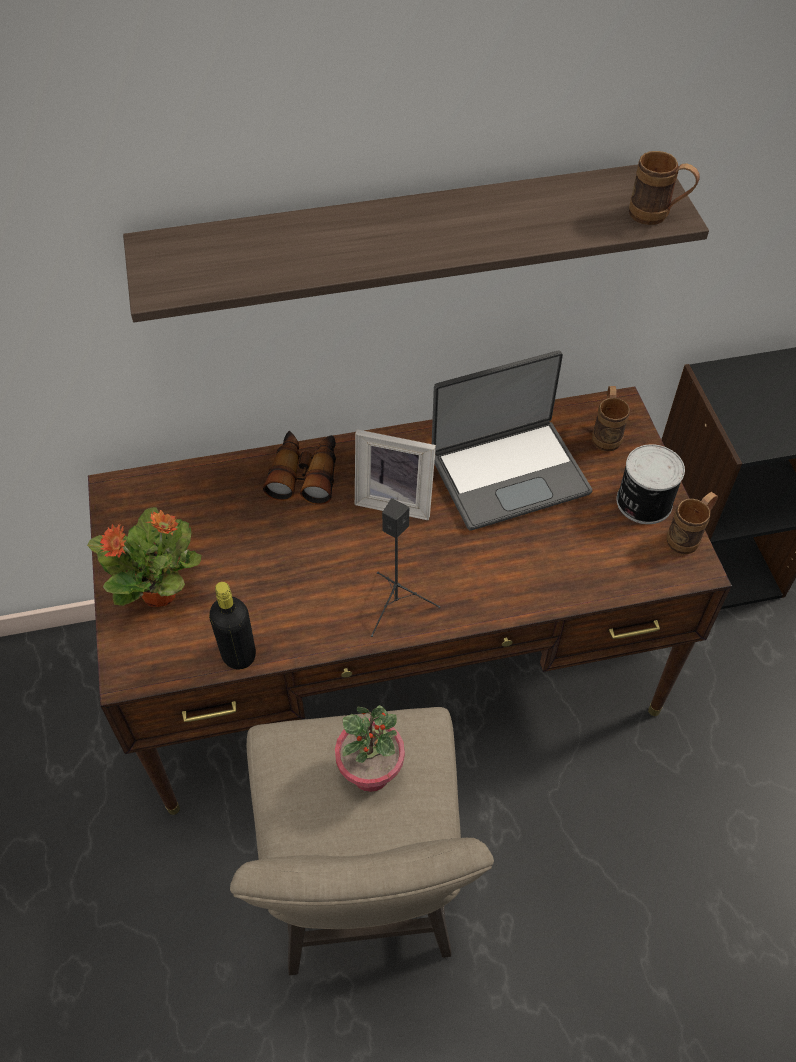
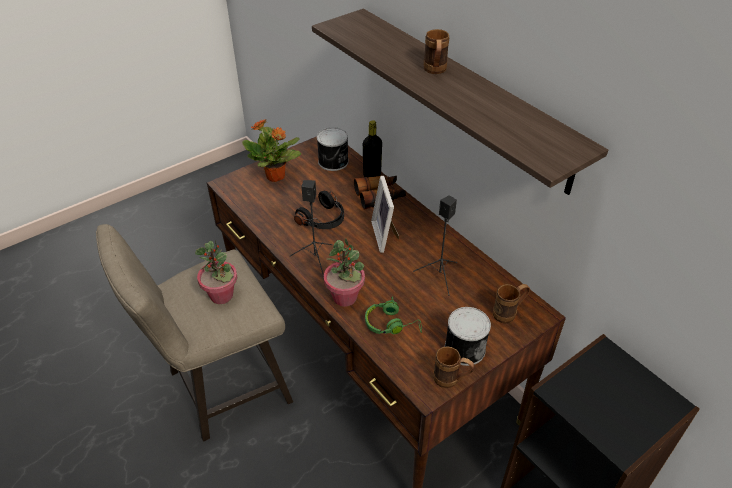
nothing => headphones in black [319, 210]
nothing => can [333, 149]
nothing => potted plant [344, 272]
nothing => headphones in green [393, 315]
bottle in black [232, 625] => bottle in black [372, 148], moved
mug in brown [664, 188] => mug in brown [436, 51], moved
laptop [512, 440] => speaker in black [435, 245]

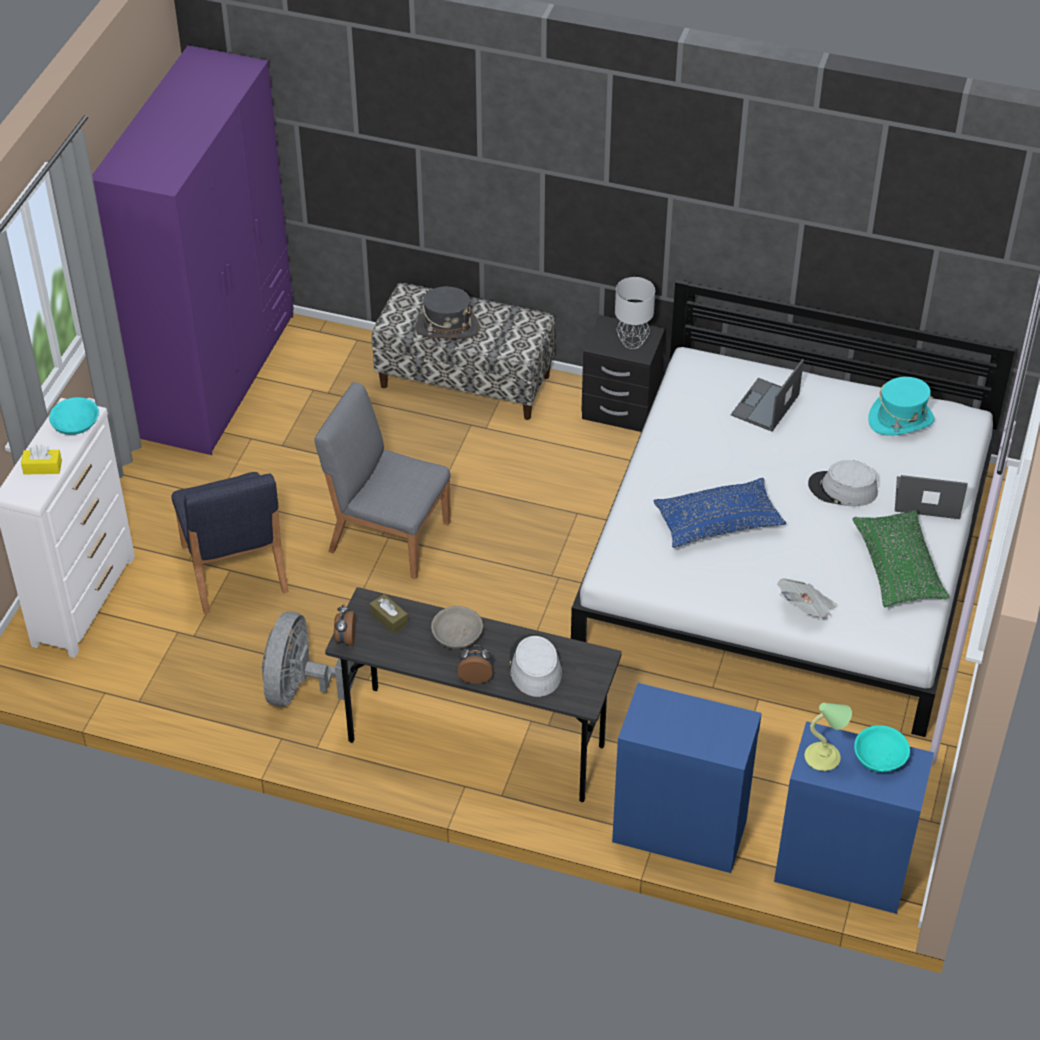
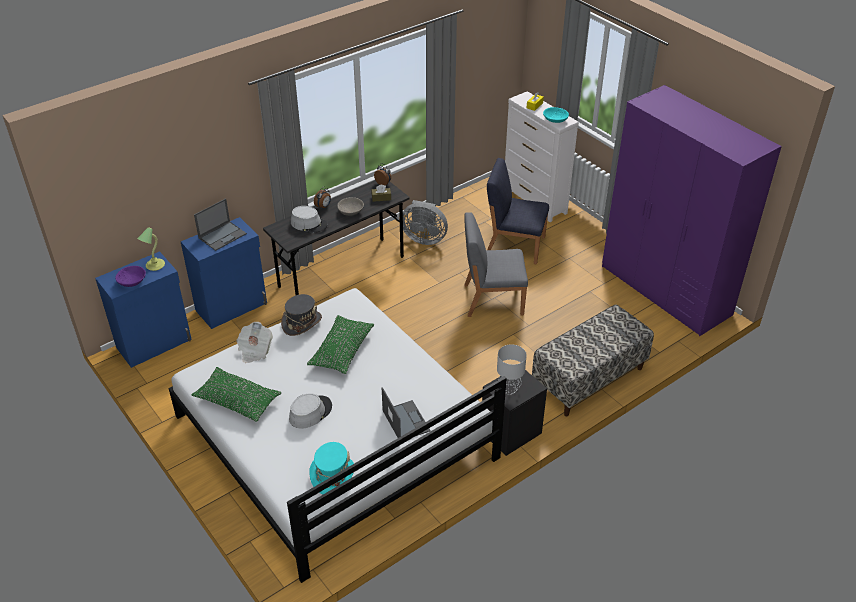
hat in grey [447, 313] => hat in grey [301, 315], moved
laptop [931, 497] => laptop [220, 224], moved
pillow in blue [720, 513] => pillow in green [340, 344]
bowl in turquoise [882, 749] => bowl in purple [130, 276]
fan in grey [310, 659] => fan in grey [425, 222], 150 degrees clockwise
chair in grey [383, 480] => chair in grey [496, 264], 150 degrees counterclockwise

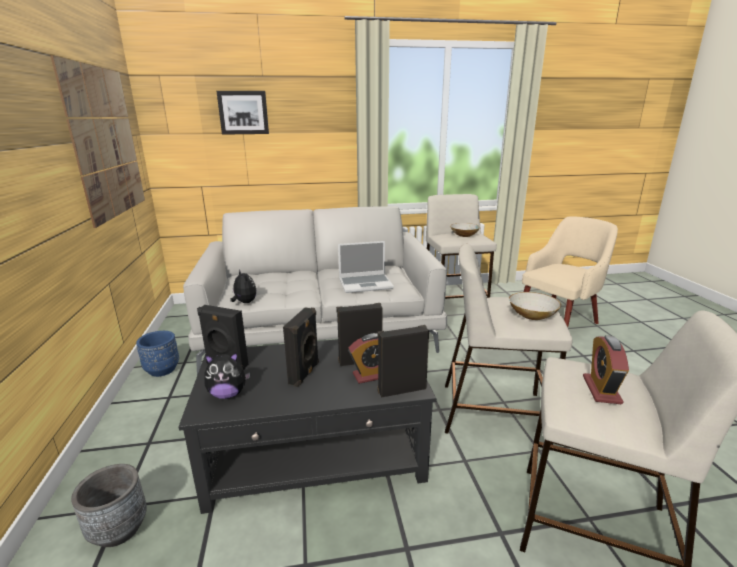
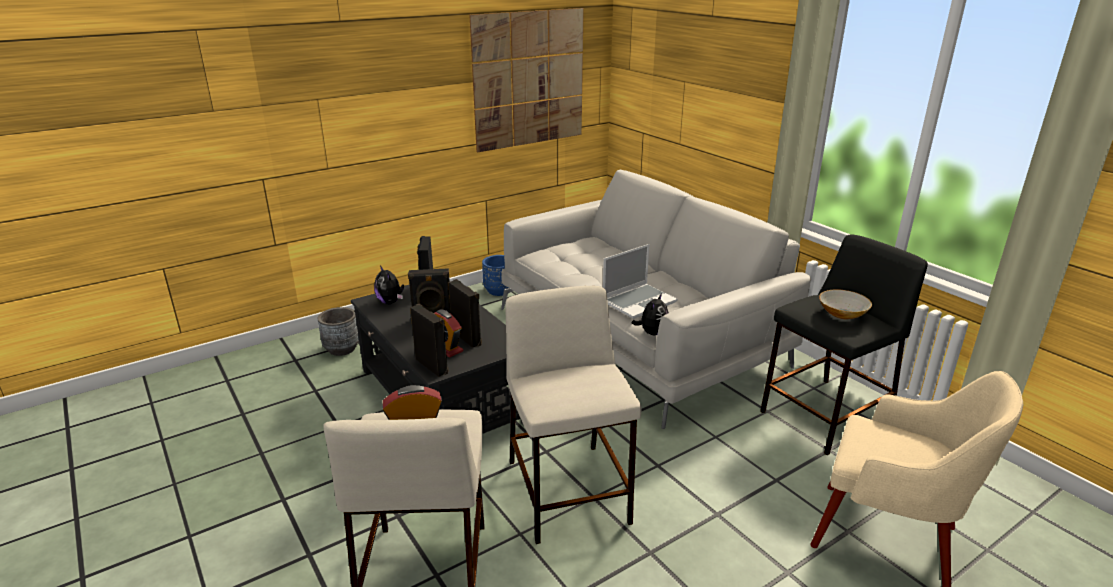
picture [243, 113] => nothing
bowl [535, 306] => nothing
plush toy [243, 286] => plush toy [650, 314], moved
stool in beige [461, 246] => stool in black [844, 345]
laptop [366, 267] => laptop [640, 281], 90 degrees counterclockwise

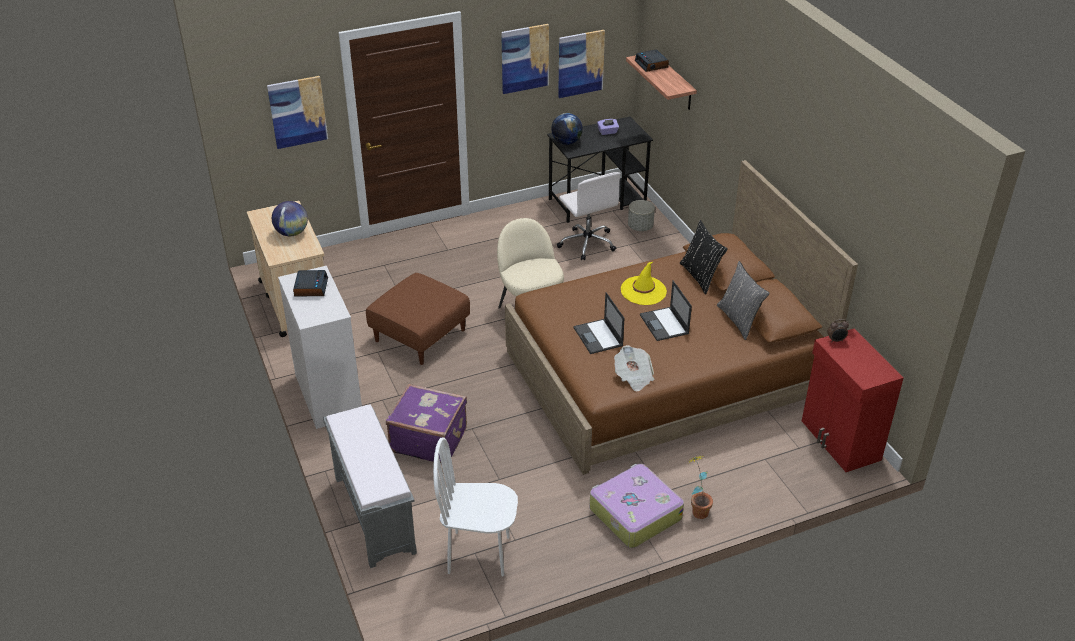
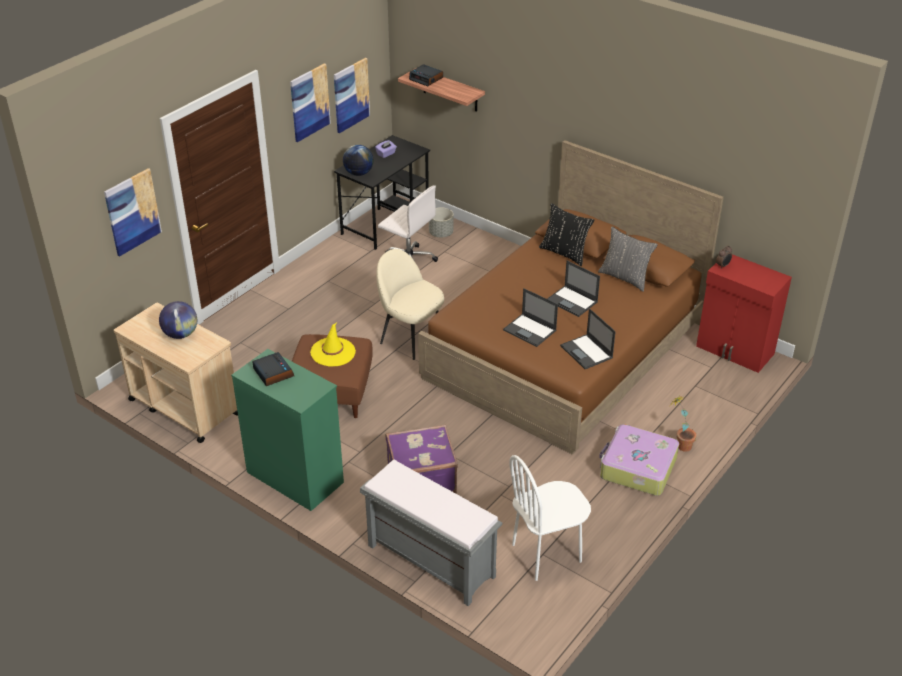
hat in yellow [644, 283] => hat in yellow [333, 344], moved
newspaper [634, 368] => laptop [588, 338]
dresser in white [320, 347] => dresser in green [287, 430]

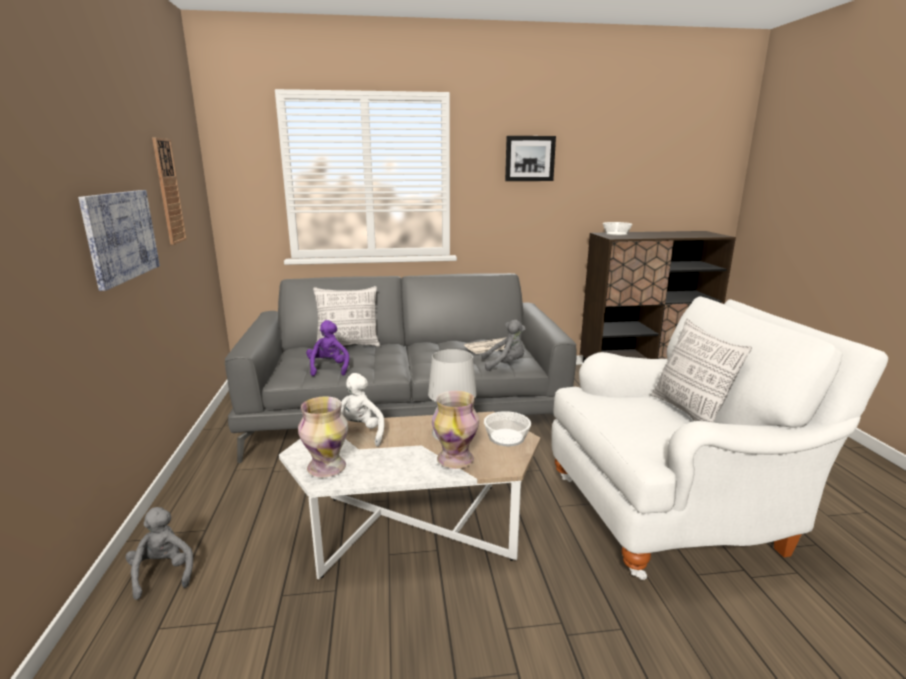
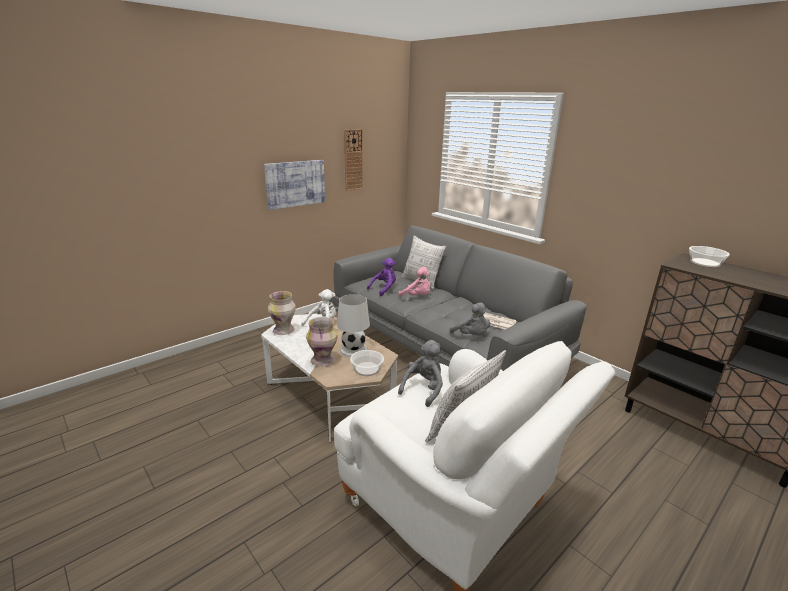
picture [530, 158] => nothing
nothing => plush toy in pink [414, 282]
plush toy in grey [159, 553] => plush toy in grey [420, 373], moved

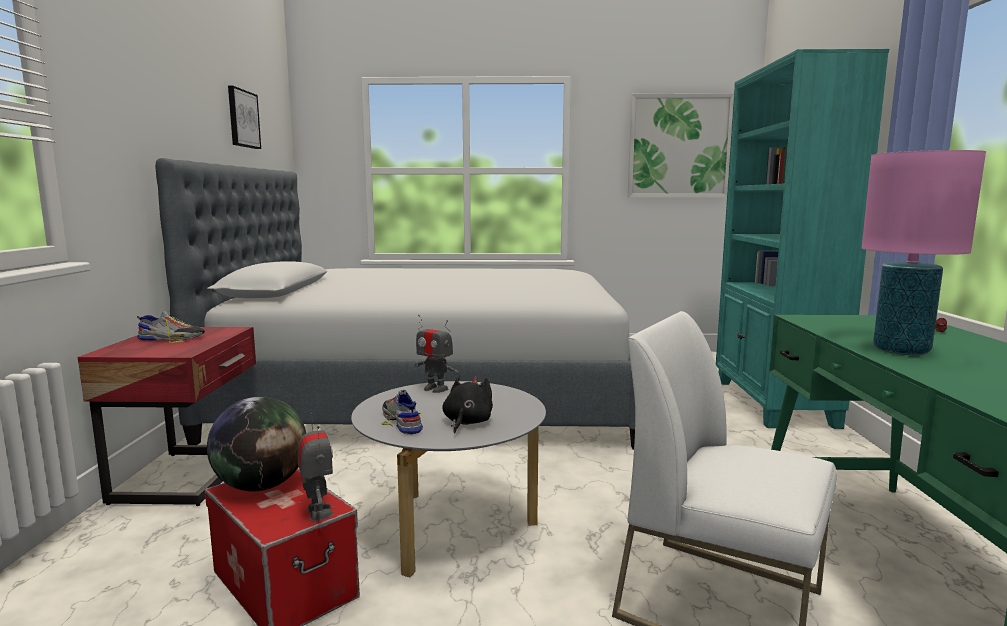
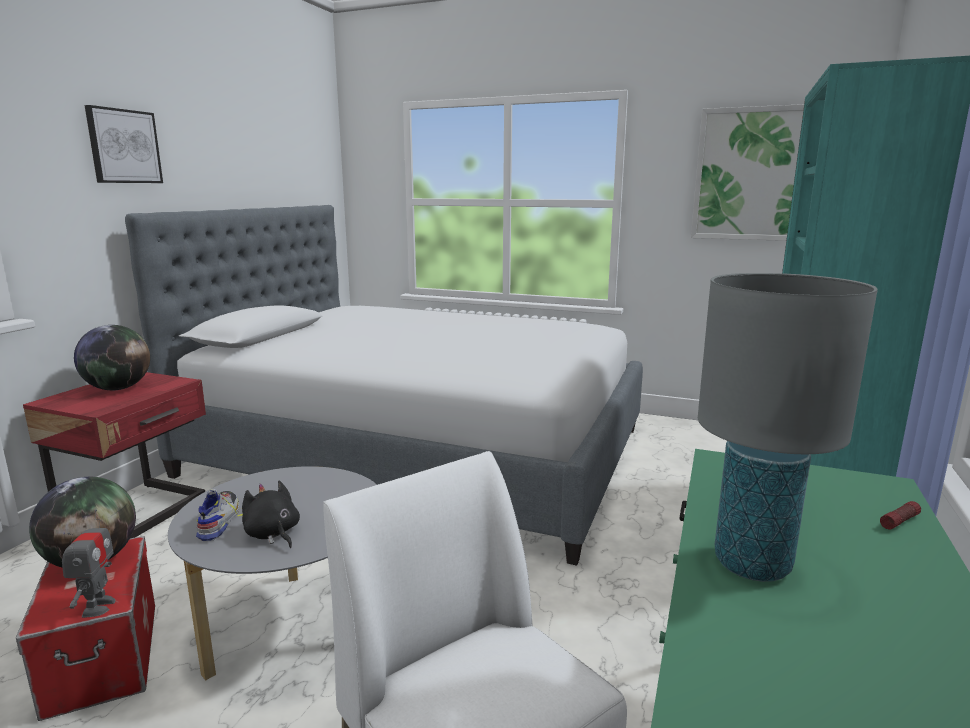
toy robot [436, 354] => nothing
picture [244, 117] => picture [124, 144], moved
shoe [171, 327] => globe [112, 357]
table lamp in pink [924, 252] => table lamp in grey [788, 427]
plush toy in black [467, 404] => plush toy in black [271, 514], 75 degrees counterclockwise

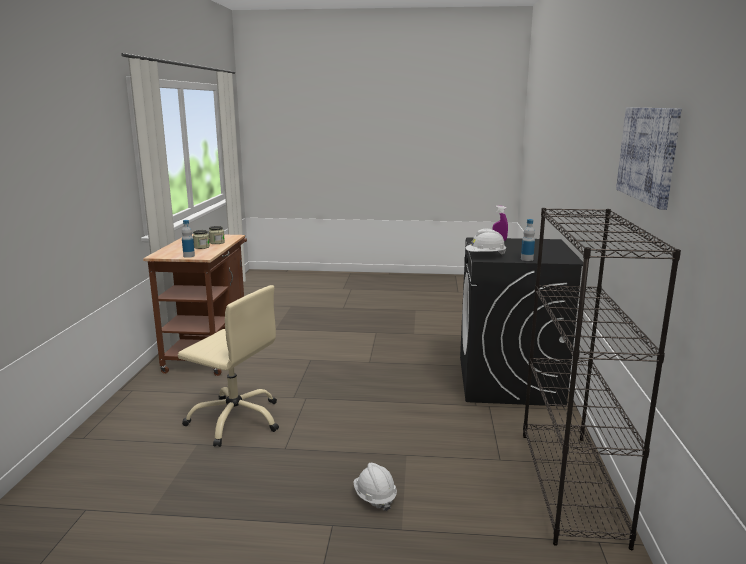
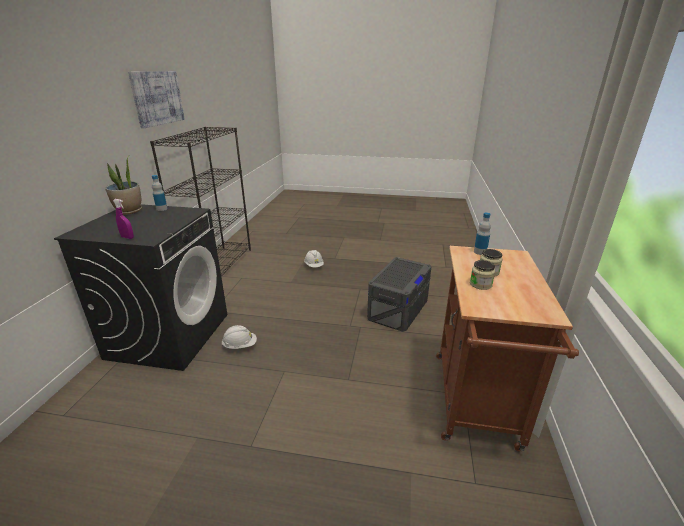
nothing => potted plant [123, 185]
hard hat in white [486, 242] => hard hat in white [239, 337], moved
office chair in beige [228, 366] => storage box in grey [399, 294]

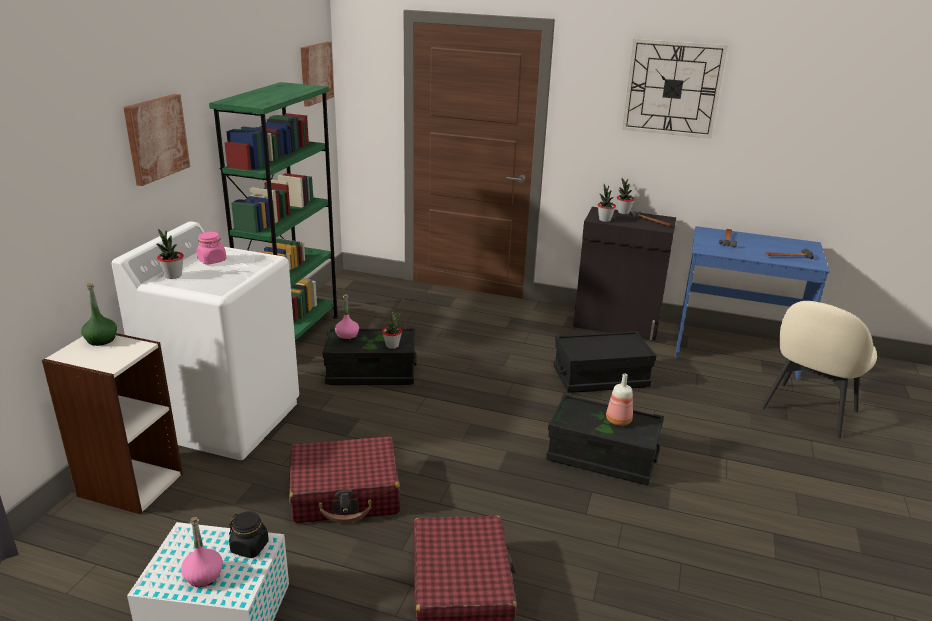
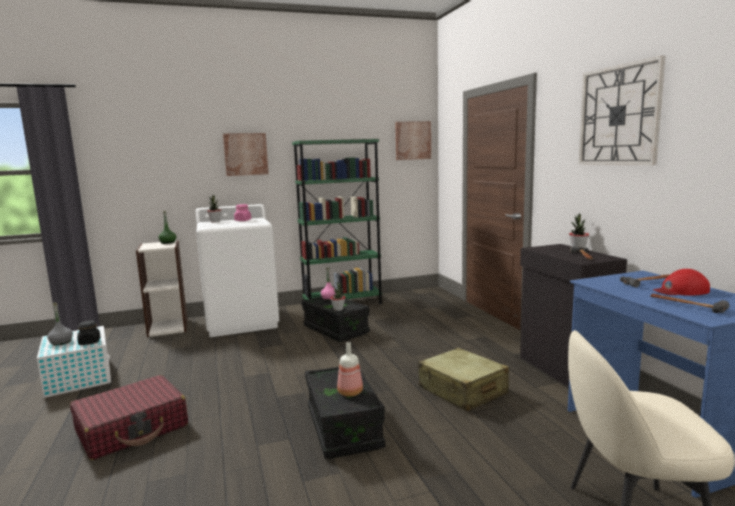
suitcase in red [344, 479] => nothing
potted plant [606, 203] => nothing
nothing => cap in red [681, 282]
storage box in black [605, 362] => suitcase in beige [463, 379]
bottle in pink [202, 552] => bottle in grey [60, 324]

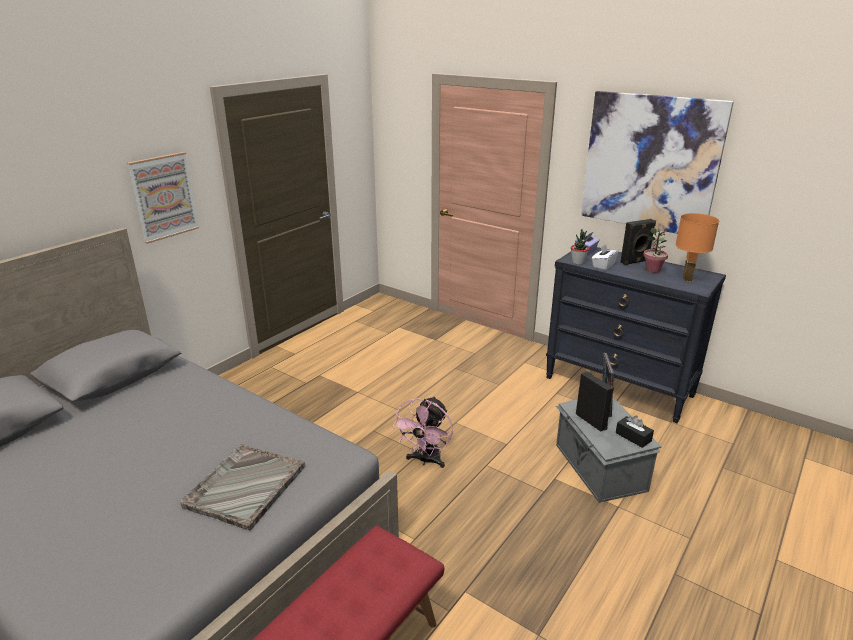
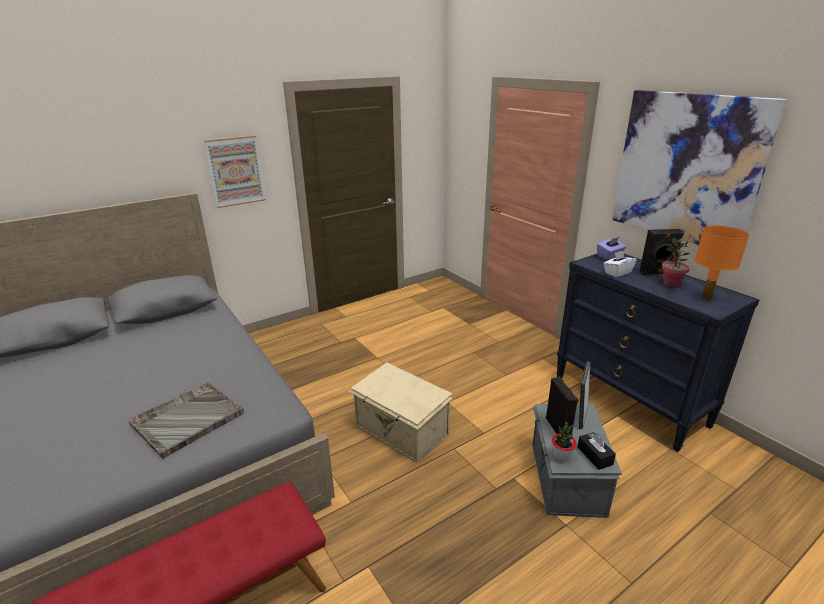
potted plant [580, 246] => potted plant [564, 442], moved
fan in pink [422, 432] => storage box in beige [401, 413]

